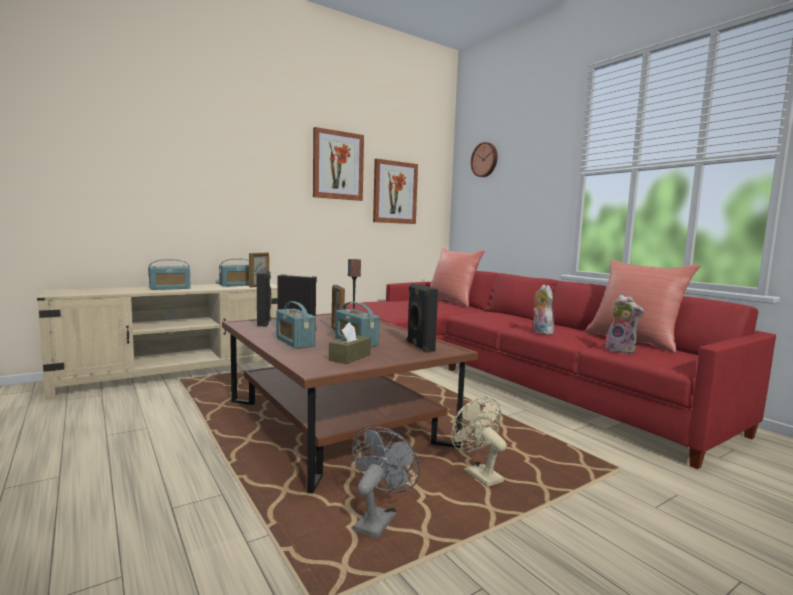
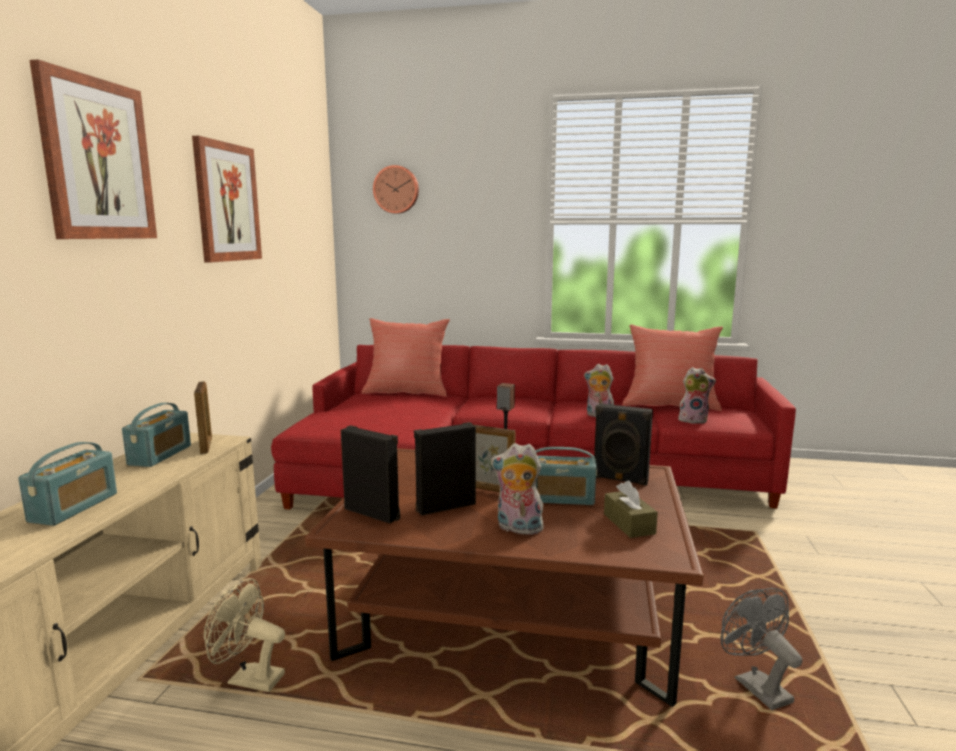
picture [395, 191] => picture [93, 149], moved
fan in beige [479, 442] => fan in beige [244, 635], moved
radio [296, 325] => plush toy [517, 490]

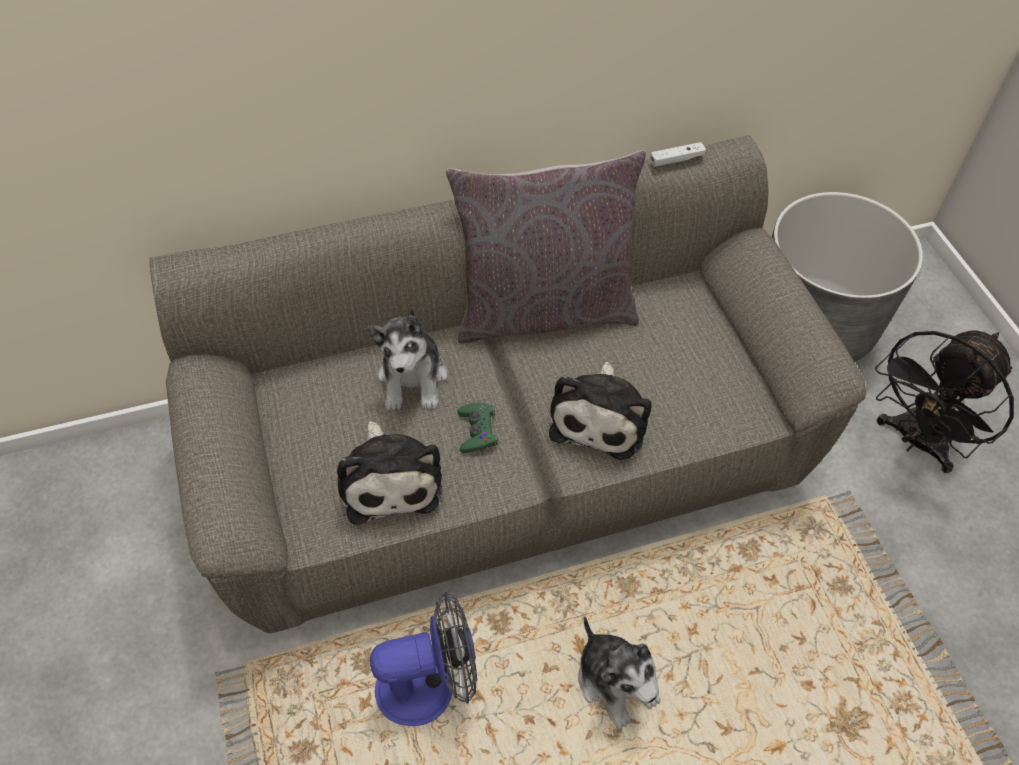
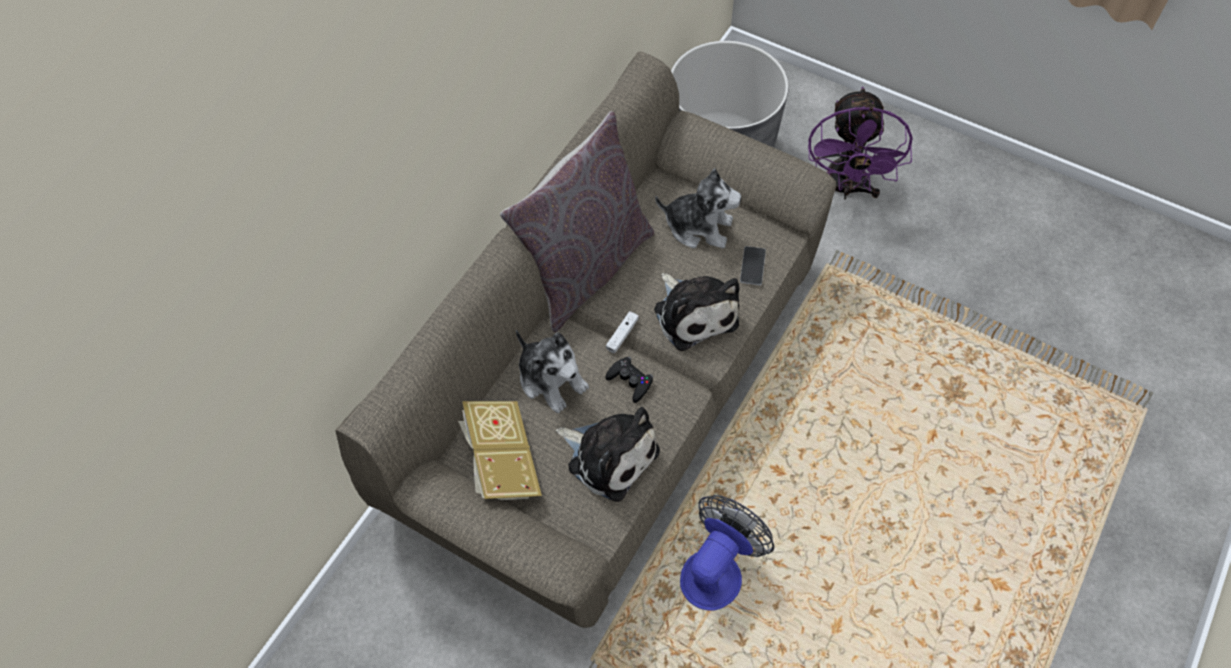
nothing => book [500, 450]
nothing => phone [753, 265]
plush toy [619, 672] => plush toy [698, 208], moved
game controller in white [678, 154] => game controller in white [622, 332], moved
game controller in green [478, 428] => game controller in black [629, 380]
fan in black [944, 401] => fan in purple [860, 143]

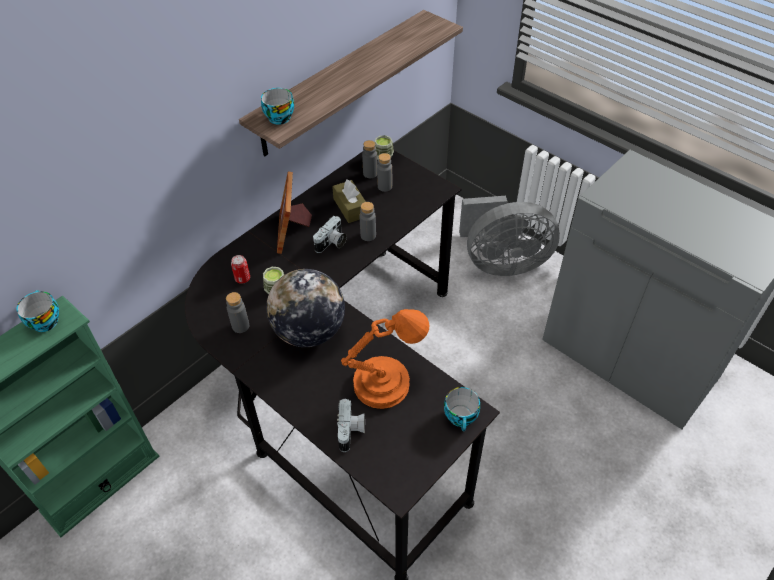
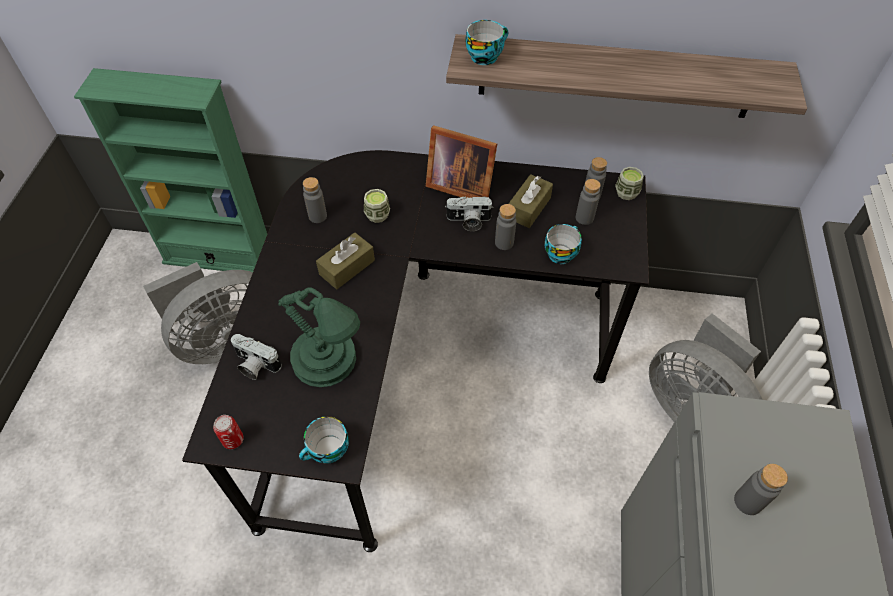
nothing => fan in grey [198, 313]
nothing => bottle in grey [761, 489]
cup [38, 311] => cup [563, 244], moved
can [240, 269] => can [228, 432], moved
globe [305, 308] => tissue box in brown [345, 260]
table lamp in orange [385, 359] => table lamp in green [319, 337]
picture frame [294, 212] => picture frame [461, 161], 120 degrees counterclockwise
photo camera [351, 425] => photo camera [256, 357], 60 degrees clockwise

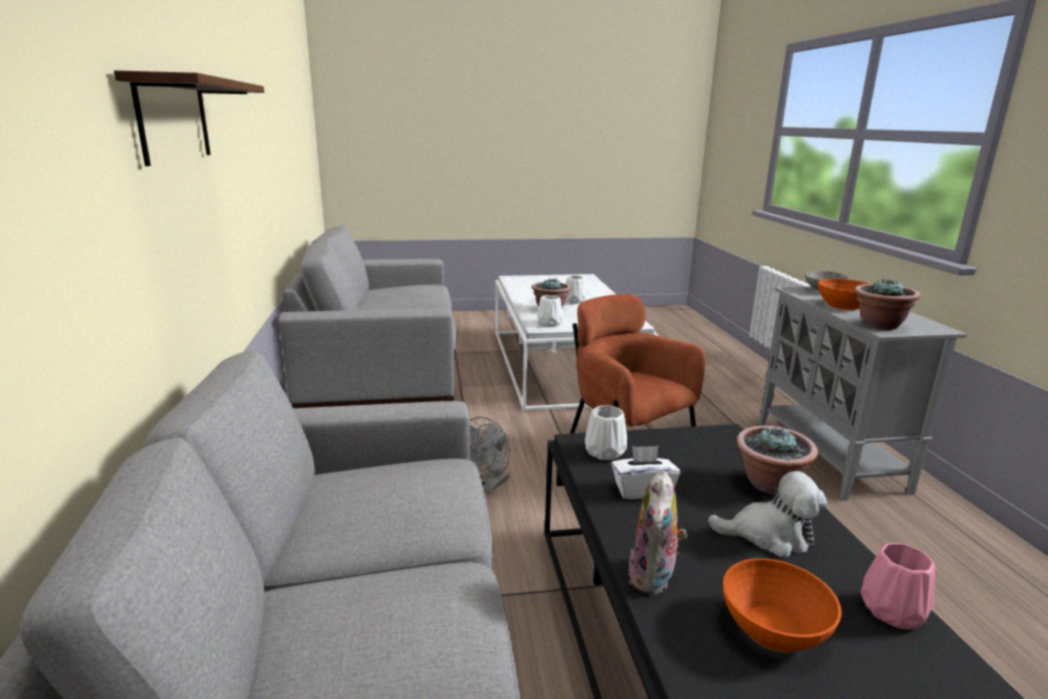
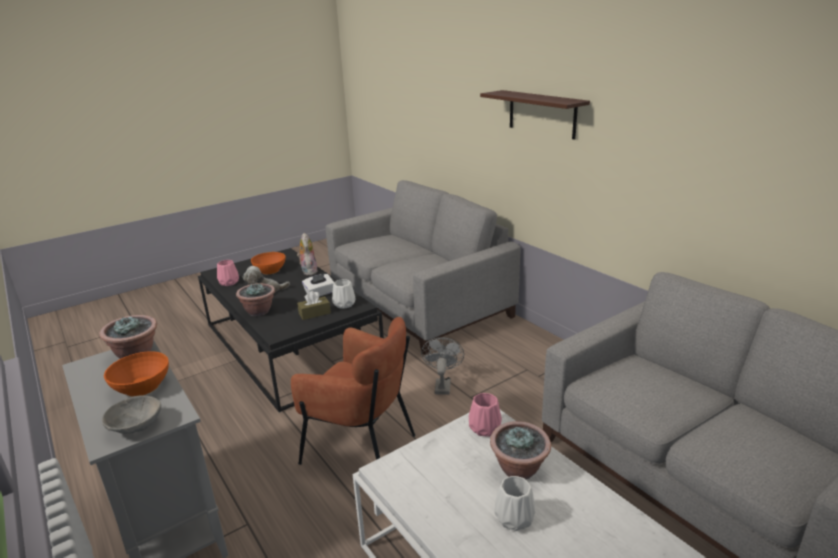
nothing => tissue box in brown [314, 305]
vase in white [550, 311] => vase in pink [485, 415]

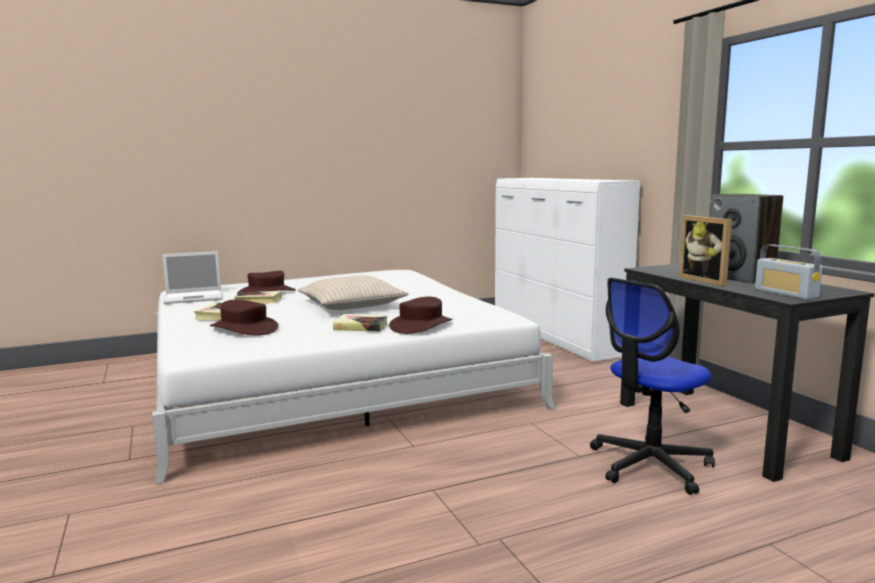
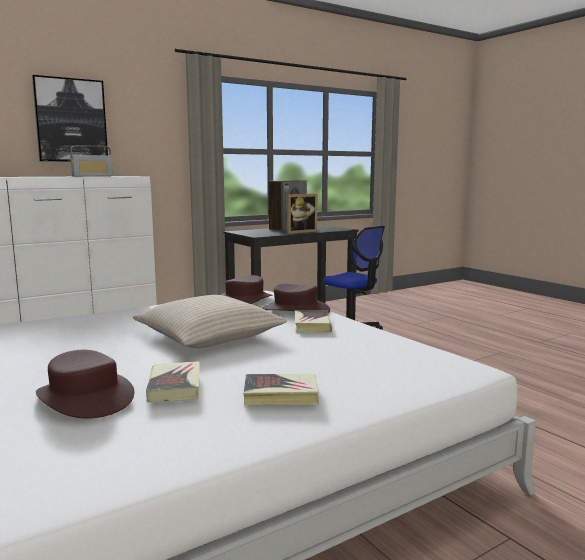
laptop [192, 277] => nothing
nothing => picture [70, 118]
hat in brown [244, 317] => hat in brown [246, 289], moved
radio [789, 272] => radio [91, 161], moved

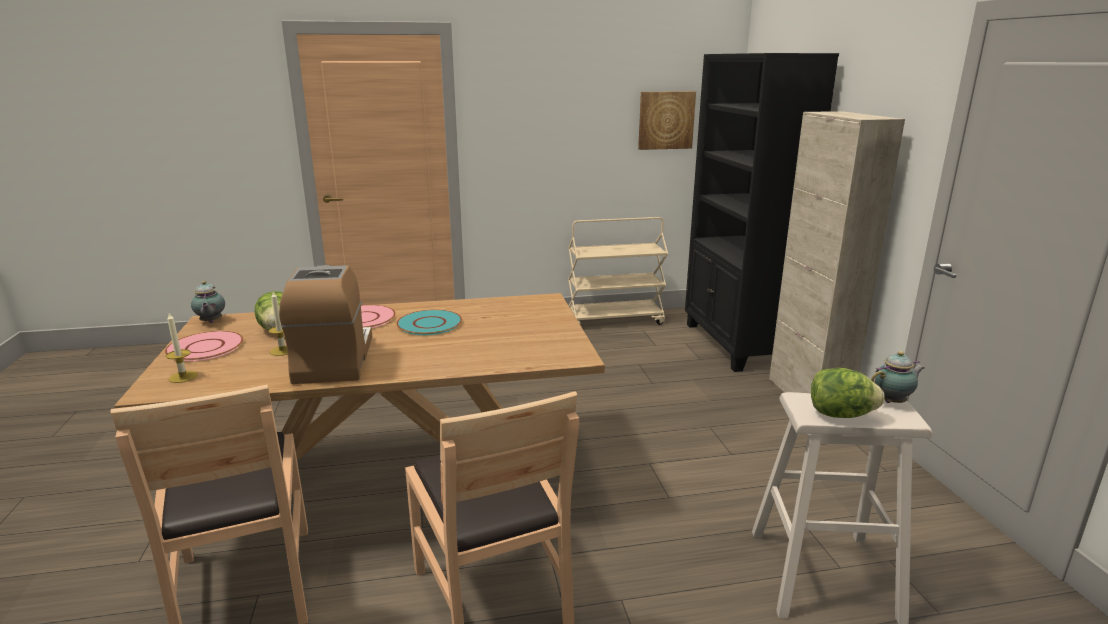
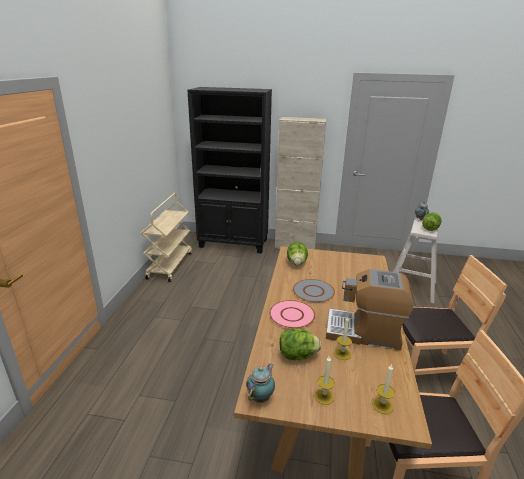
picture [667, 120] => nothing
nothing => lettuce [297, 253]
plate in pink [204, 346] => candle [324, 380]
plate in turquoise [429, 322] => plate in grey [314, 291]
teapot [208, 302] => teapot [260, 383], 60 degrees counterclockwise

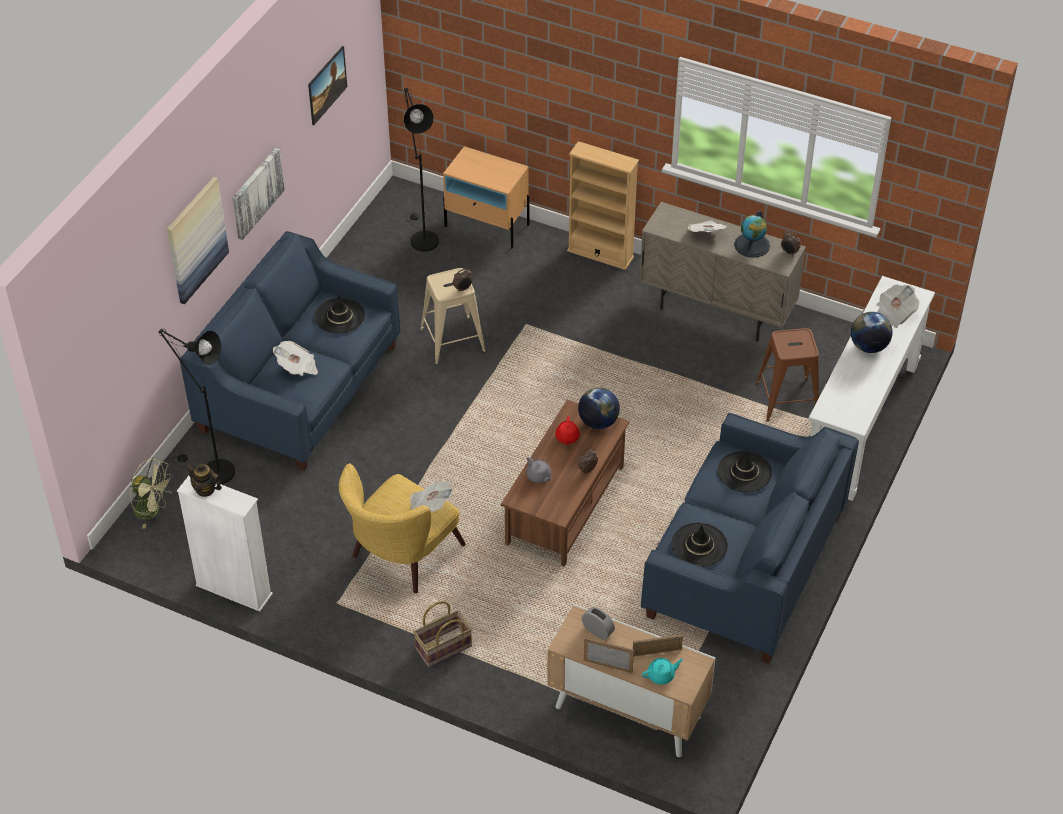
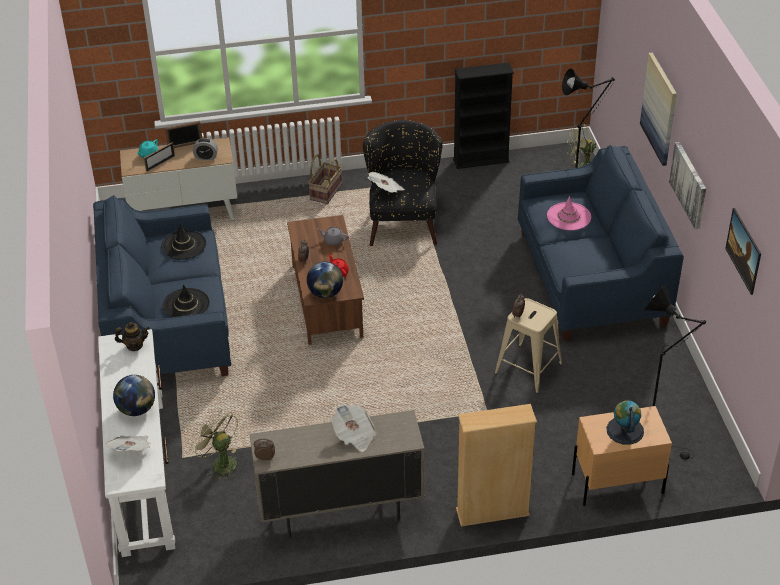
hat in black [339, 314] => nothing
teapot [204, 480] => teapot [132, 336], moved
globe [752, 234] => globe [625, 423], moved
newspaper [295, 358] => hat in pink [569, 213]
stool in brown [787, 375] => fan in green [214, 445]
bookcase in white [225, 543] => bookcase in black [483, 116]
armchair in yellow [402, 528] => armchair in black [403, 183]

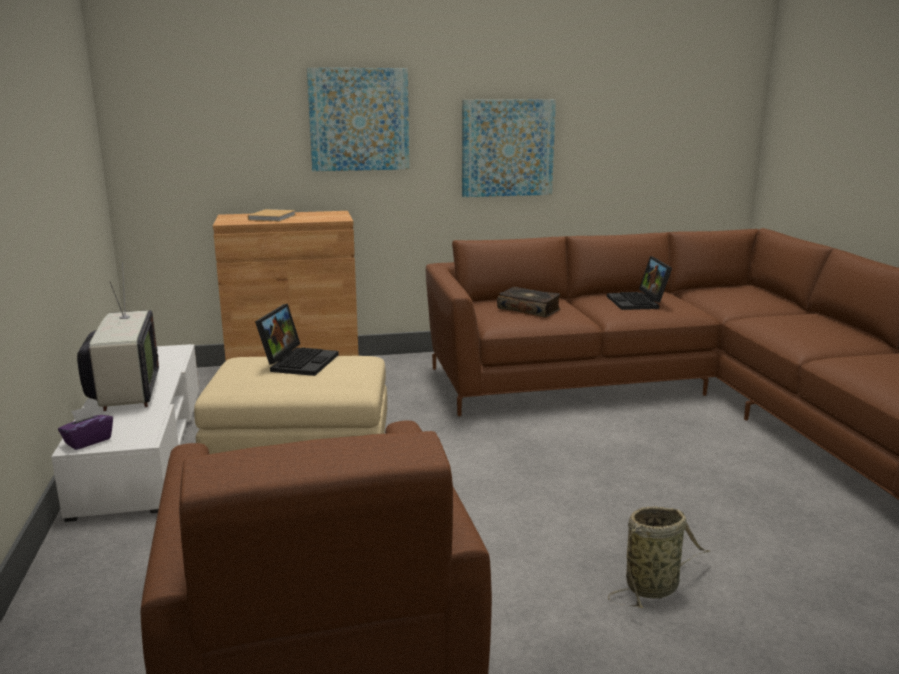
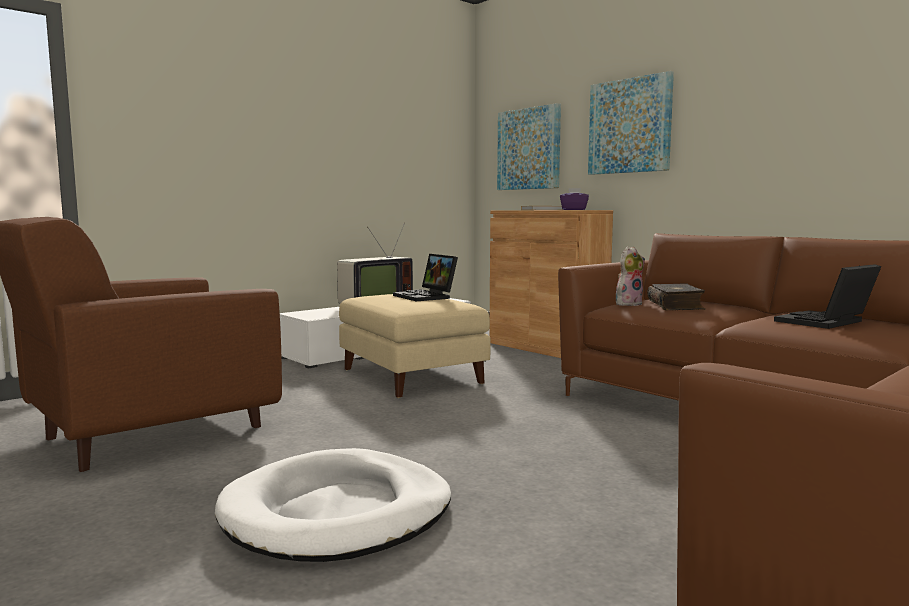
nothing => plush toy [630, 276]
tissue box in purple [85, 428] => tissue box in purple [574, 199], moved
picture [509, 148] => picture [529, 146], moved
basket [659, 557] => dog bed in white [333, 505]
laptop [297, 340] => laptop [425, 277], 75 degrees clockwise

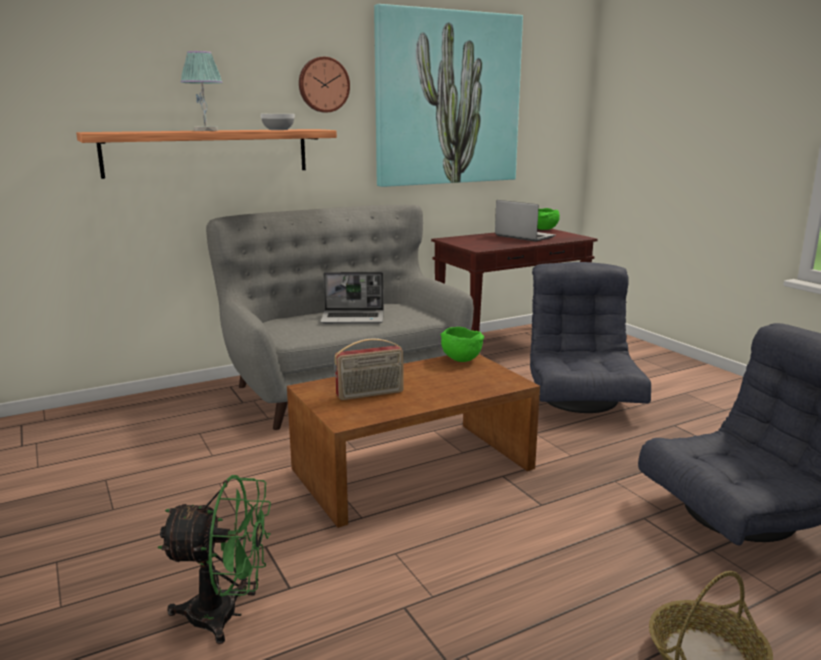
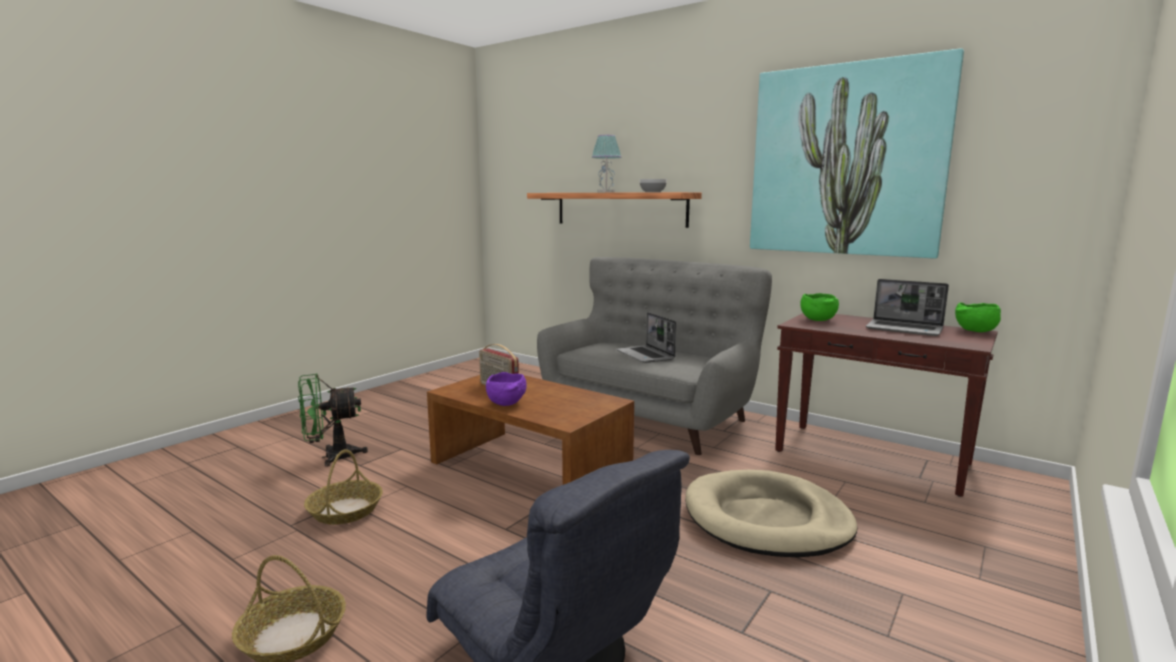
wall clock [324, 84] => nothing
nothing => basket [343, 487]
nothing => bowl in purple [506, 389]
bowl in green [462, 344] => bowl in green [819, 307], moved
armchair in grey [590, 337] => dog bed in beige [771, 513]
fan in green [214, 559] => fan in green [333, 420], 90 degrees clockwise
laptop [525, 221] => laptop [907, 307], 105 degrees clockwise

